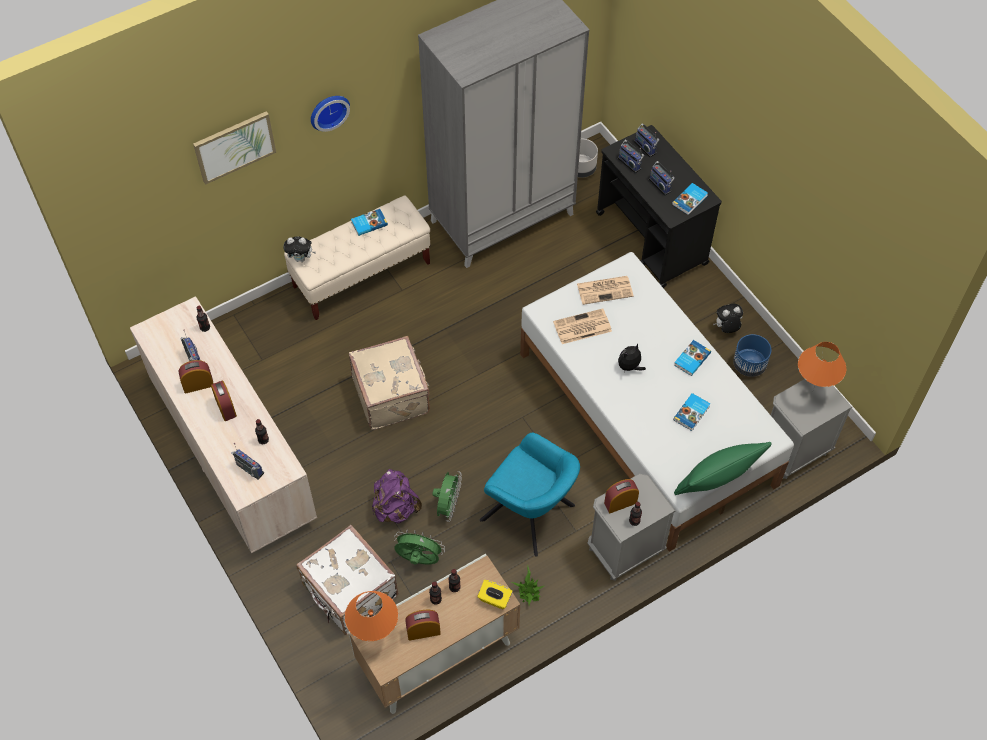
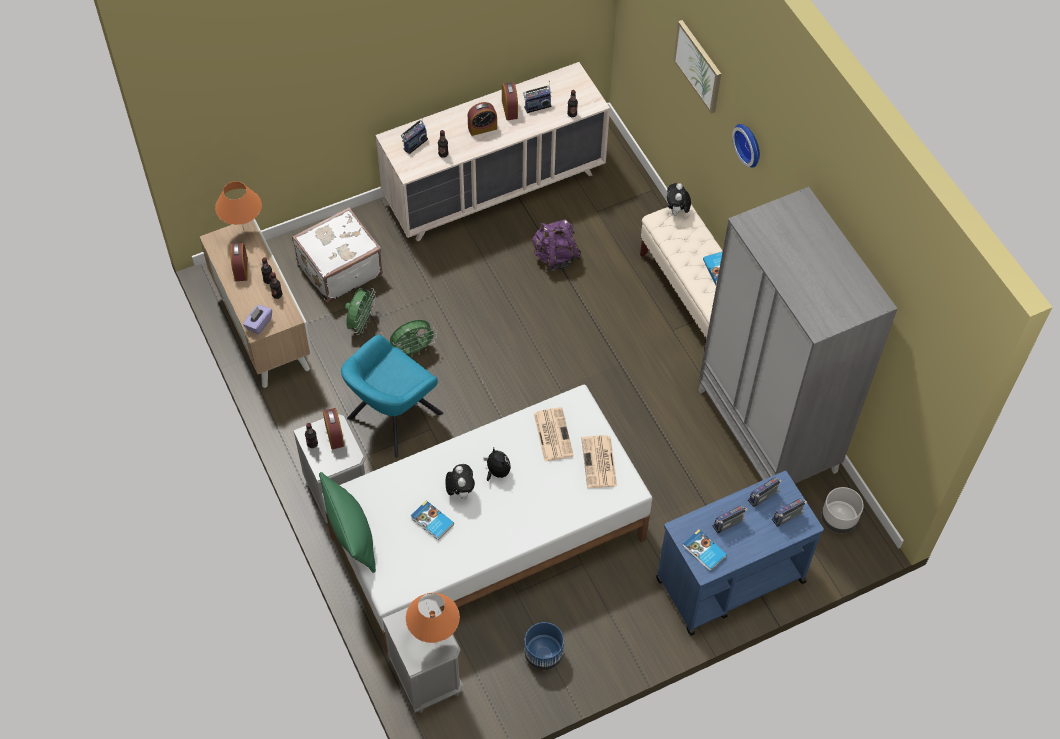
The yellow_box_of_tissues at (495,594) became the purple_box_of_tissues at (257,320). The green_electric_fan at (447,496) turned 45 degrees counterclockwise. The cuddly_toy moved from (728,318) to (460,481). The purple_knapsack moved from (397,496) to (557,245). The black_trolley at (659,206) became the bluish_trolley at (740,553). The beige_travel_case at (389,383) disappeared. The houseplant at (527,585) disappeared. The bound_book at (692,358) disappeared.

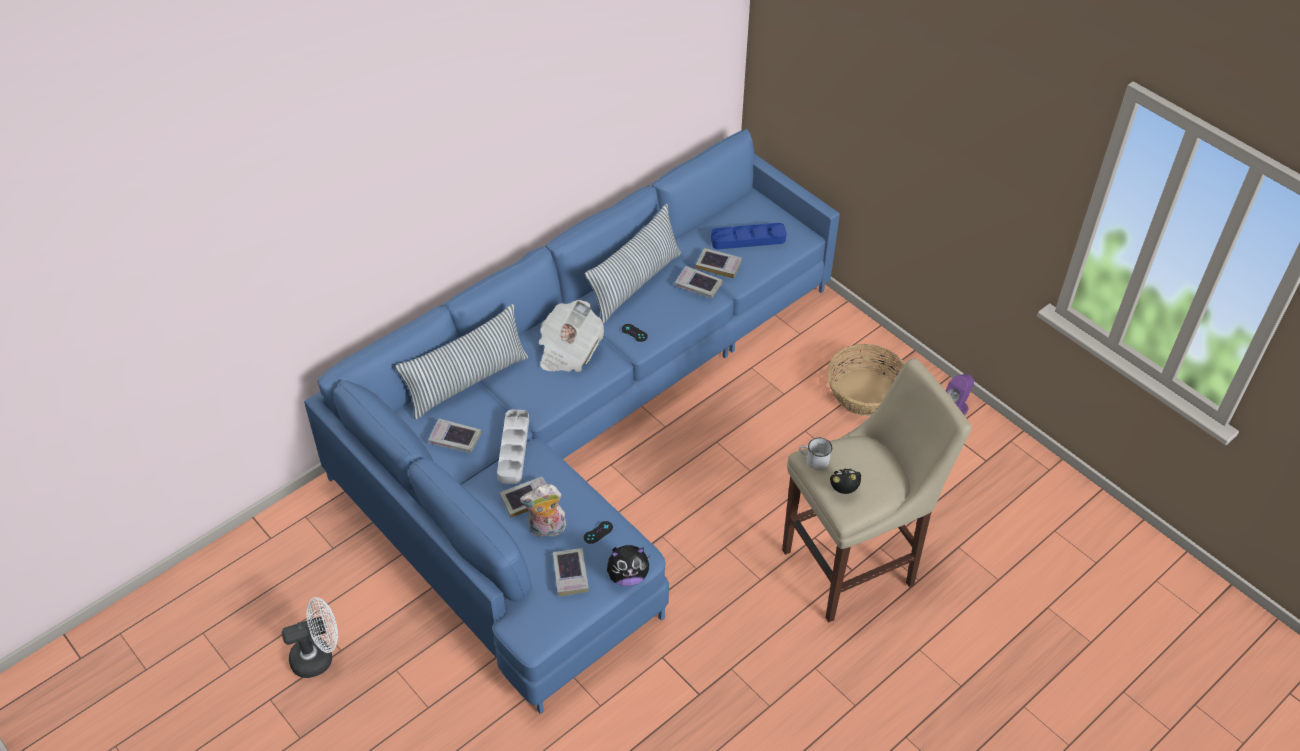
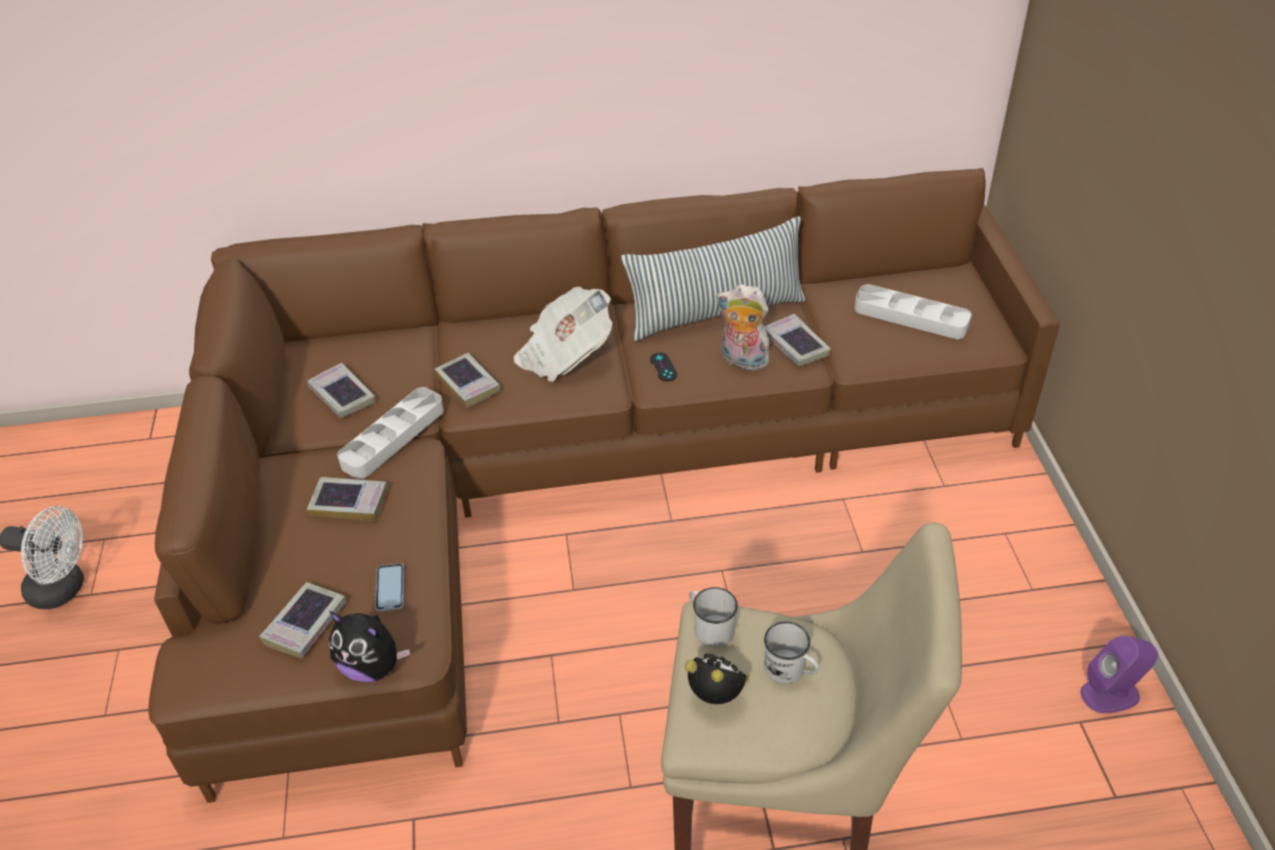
The bluish_couch at (572,421) became the brown_couch at (604,485). The black_gamepad at (598,532) was replaced by the phone at (389,587). The bound_book moved from (719,263) to (468,380). The cuddly_toy moved from (543,510) to (744,327). The whitish_coffee_mug at (791,652) appeared. The bluish_tray at (748,236) became the grey_tray at (913,311). The pillow at (461,362) disappeared. The basket at (866,380) disappeared.

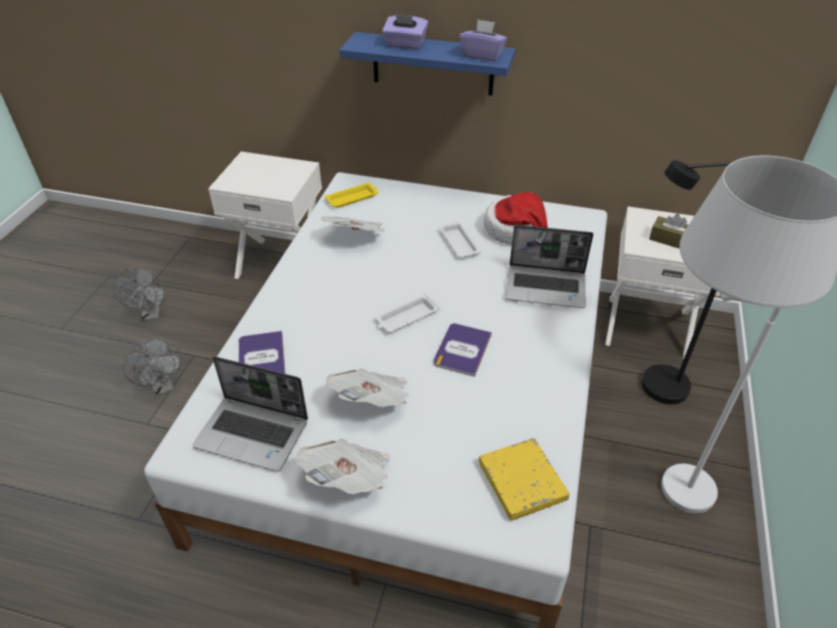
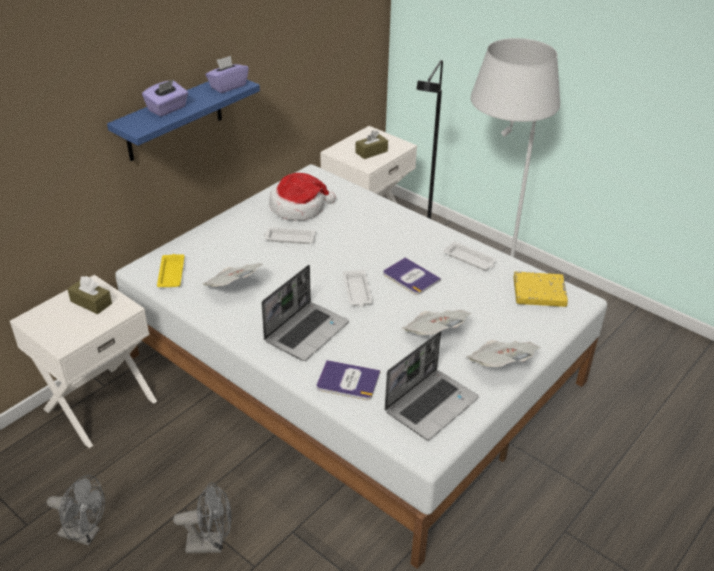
The brown_box_of_tissues at (89,295) appeared. The notebook_computer moved from (549,266) to (305,313). The whitish_tray at (470,255) appeared.

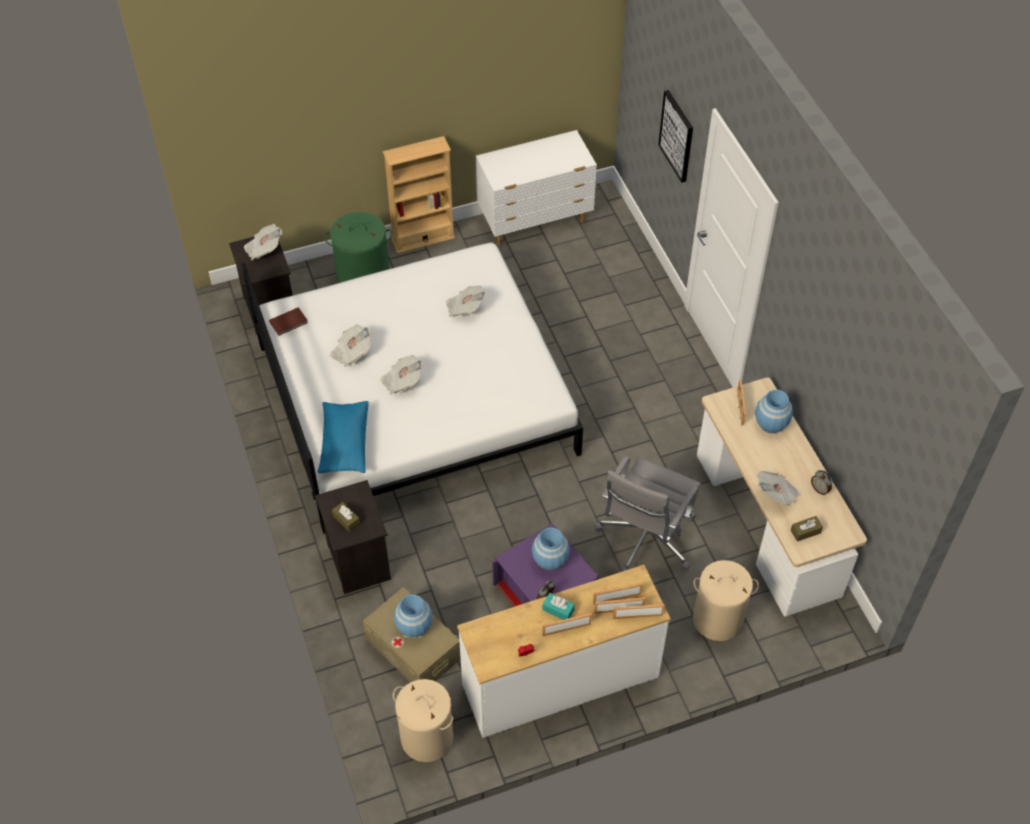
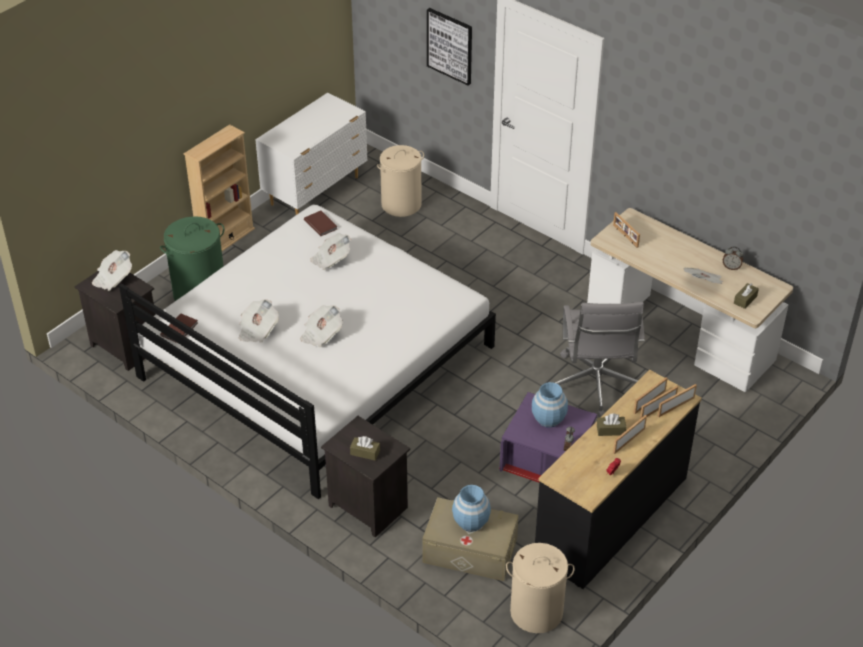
The brown_bound_book at (321,223) appeared. The beige_laundry_basket moved from (726,600) to (400,181). The whitish_chest_of_drawers at (564,651) became the black_chest_of_drawers at (618,479). The blue-green_box_of_tissues at (559,606) became the brown_box_of_tissues at (611,424). The bluish_pillow at (343,437) disappeared. The bluish_decorative_vase at (774,411) disappeared.

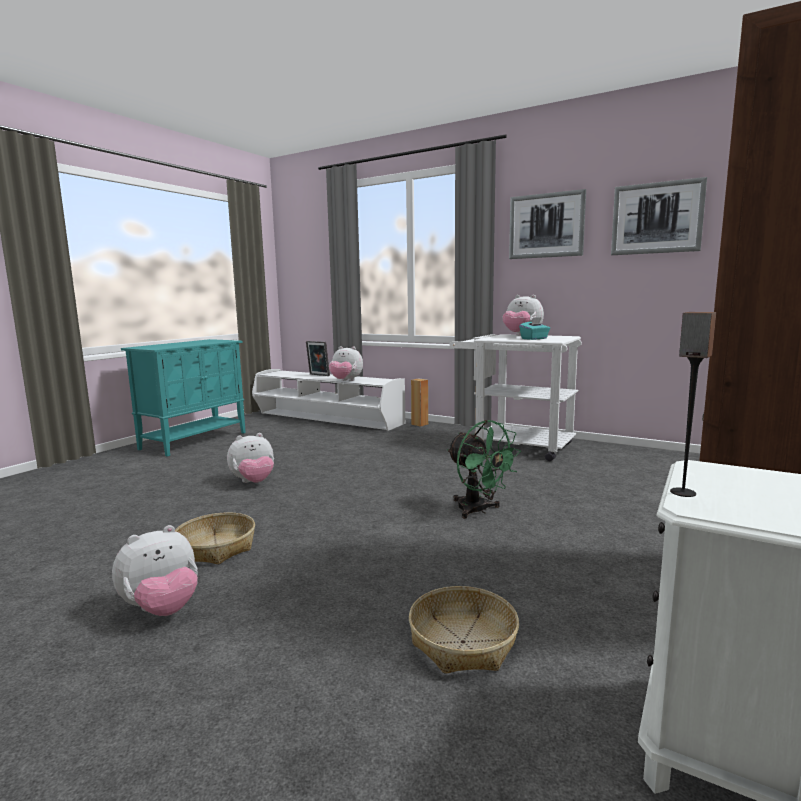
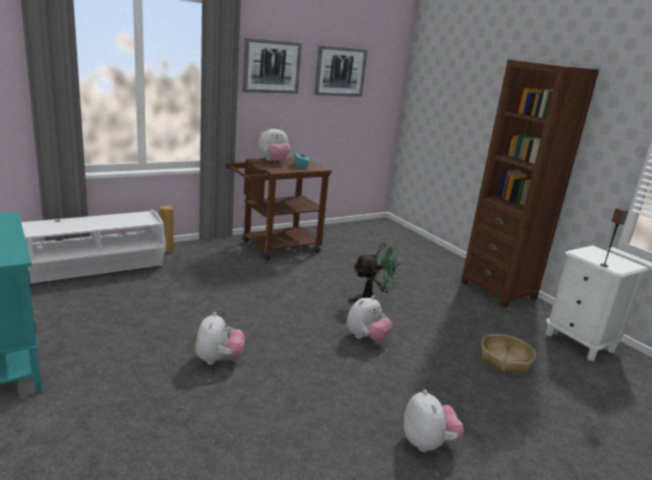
The whitish_trolley at (515,397) became the brown_trolley at (278,209). The cuddly_toy moved from (346,363) to (370,318). The basket at (215,538) disappeared. The standing_frame at (318,358) disappeared.

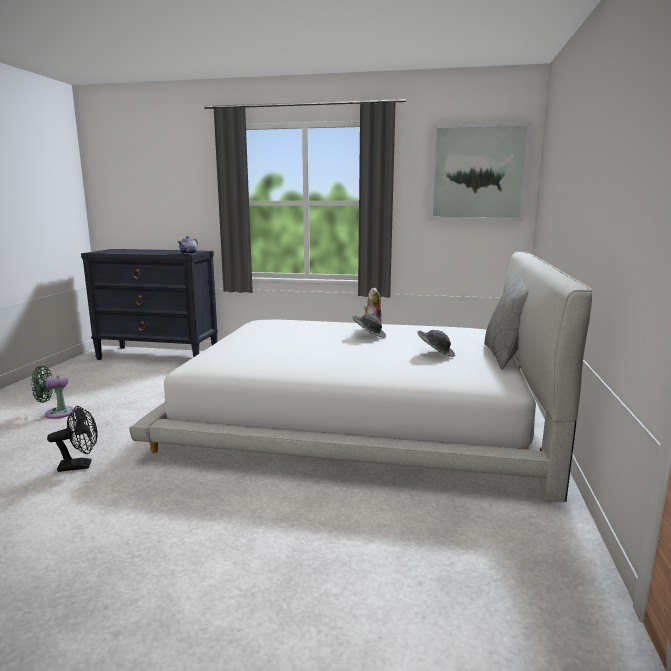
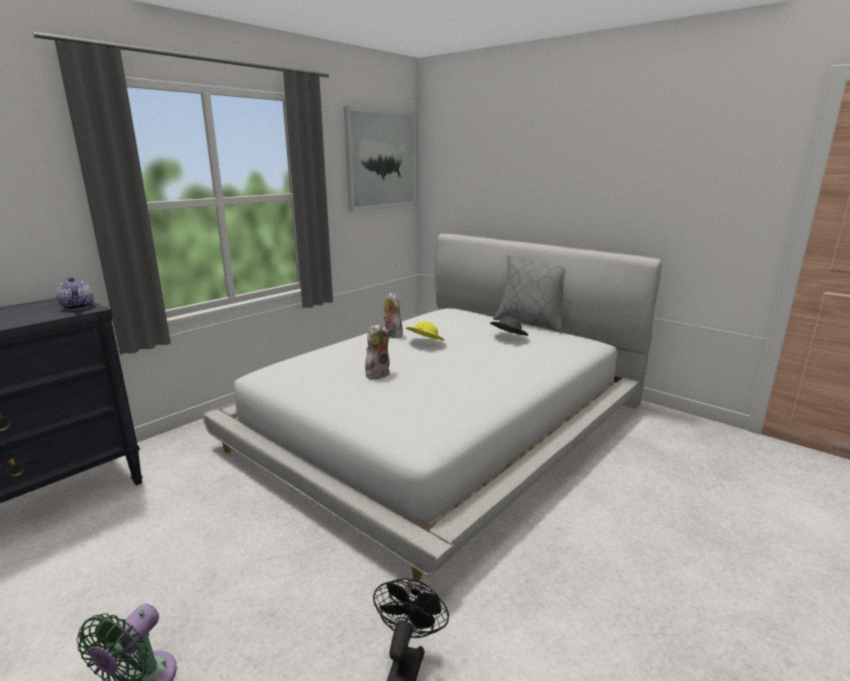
The cuddly_toy at (377,351) appeared. The grey_wearable_hat at (369,326) became the yellow_wearable_hat at (425,330).

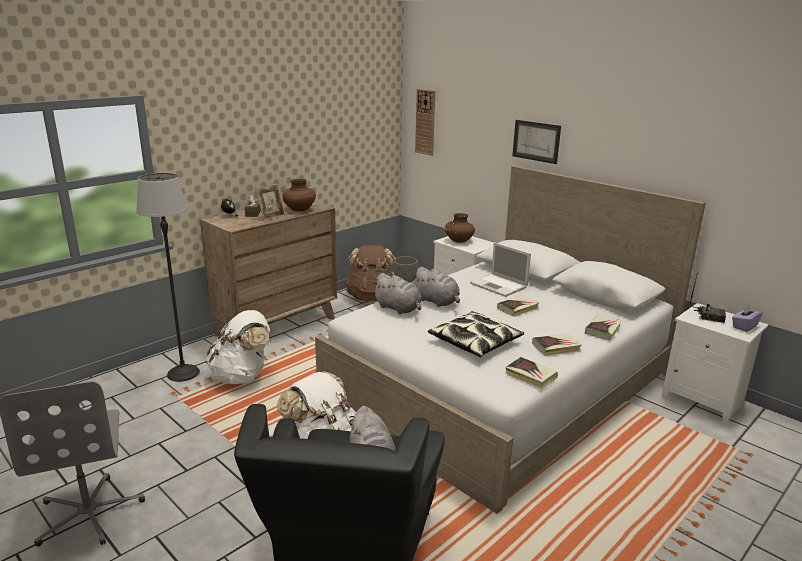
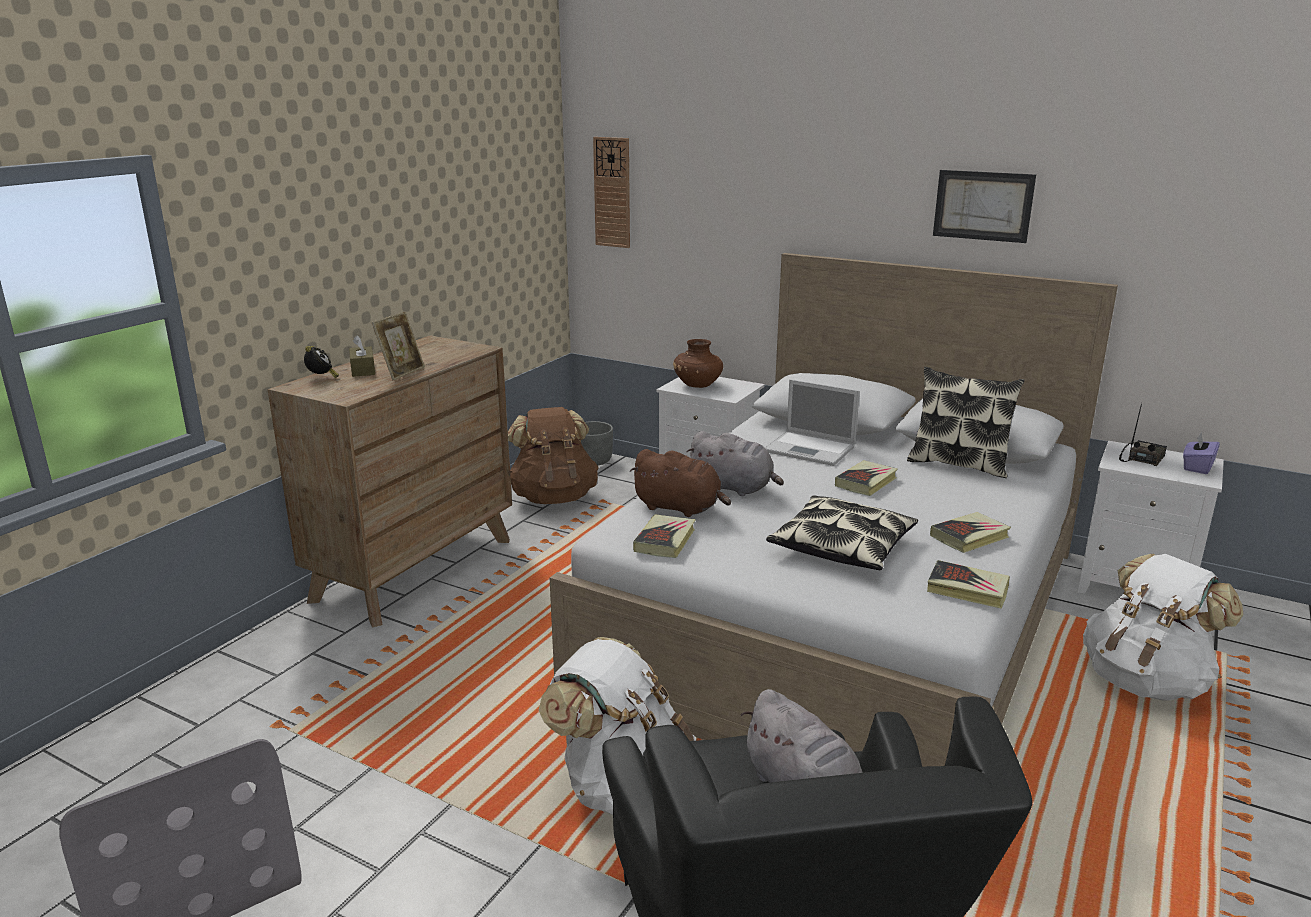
The grey_cuddly_toy at (397,293) became the brown_cuddly_toy at (680,483). The bound_book moved from (603,327) to (664,536). The pillow at (965,422) appeared. The picture moved from (536,142) to (984,206). The whitish_knapsack moved from (238,347) to (1163,627). The radio_receiver at (708,297) turned 60 degrees counterclockwise. The standard_lamp at (168,277) disappeared. The brown_decorative_vase at (299,195) disappeared.

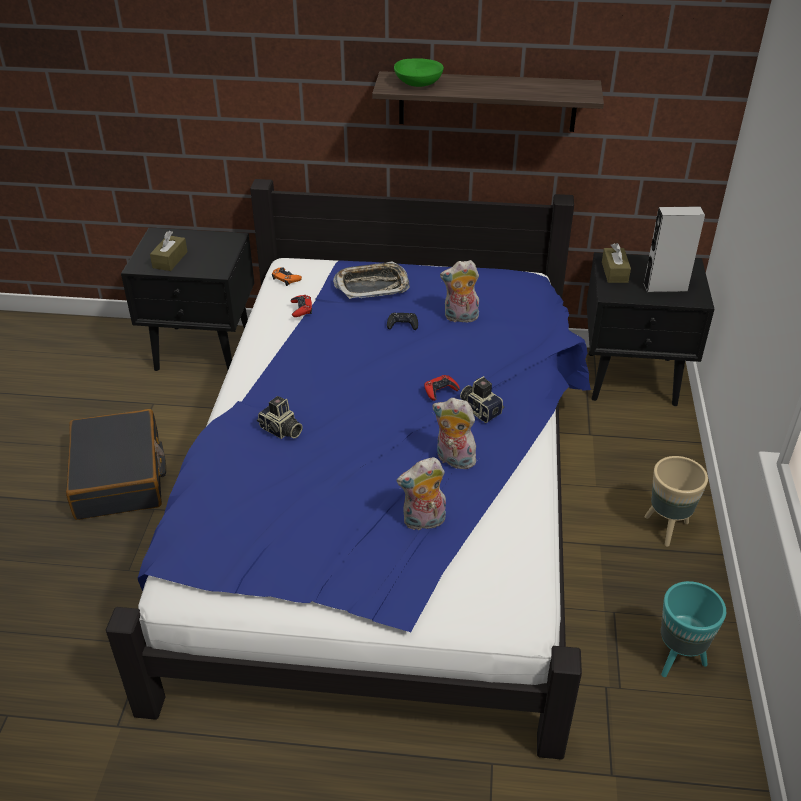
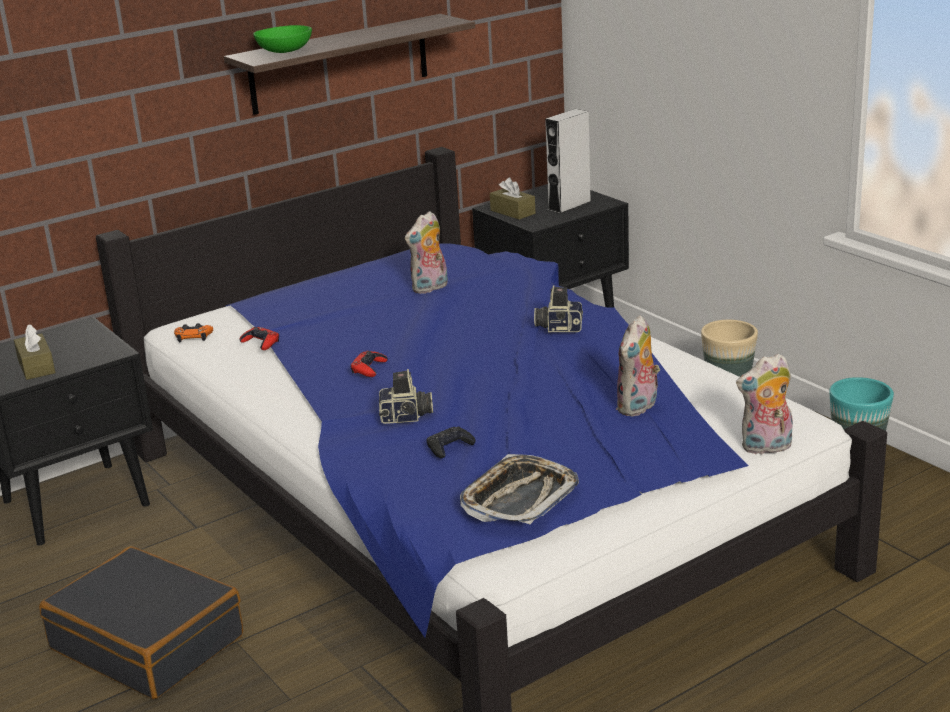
The reddish_gamepad moved from (442,388) to (369,364). The black_gamepad moved from (402,321) to (451,442). The tray moved from (371,280) to (519,489). The cuddly_toy moved from (454,434) to (764,404).

